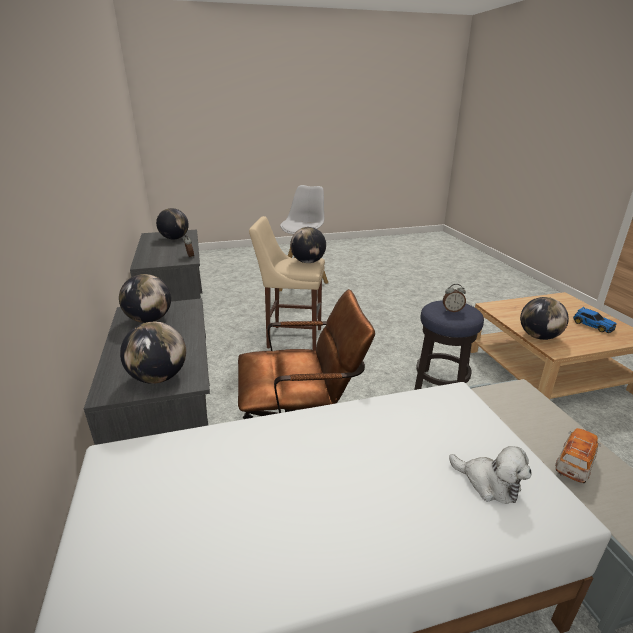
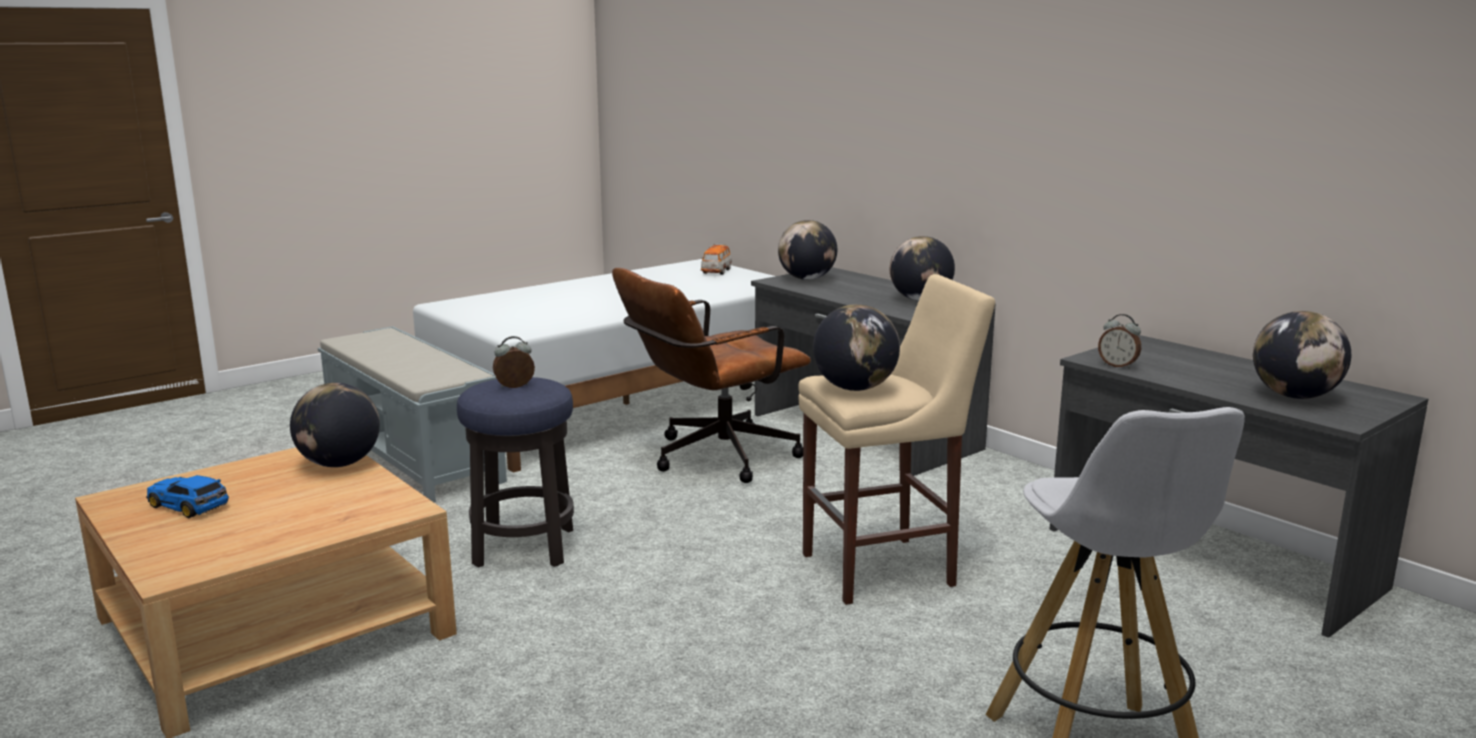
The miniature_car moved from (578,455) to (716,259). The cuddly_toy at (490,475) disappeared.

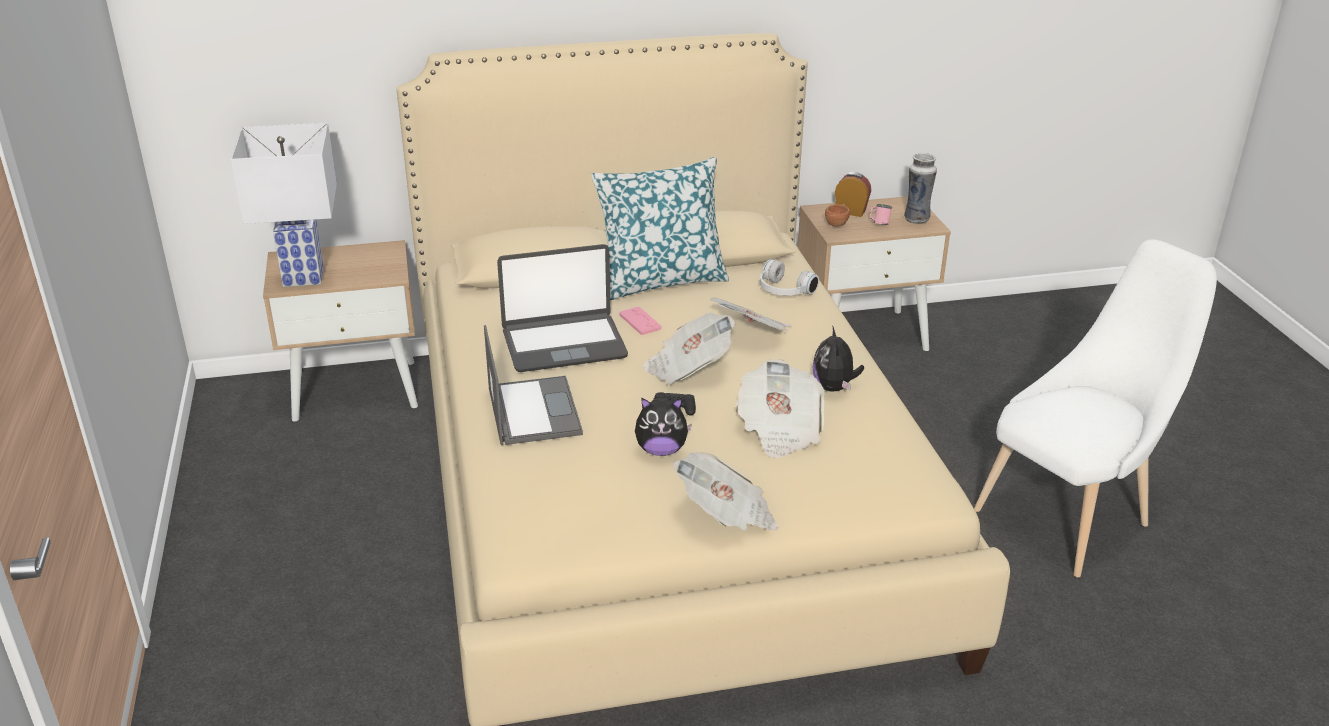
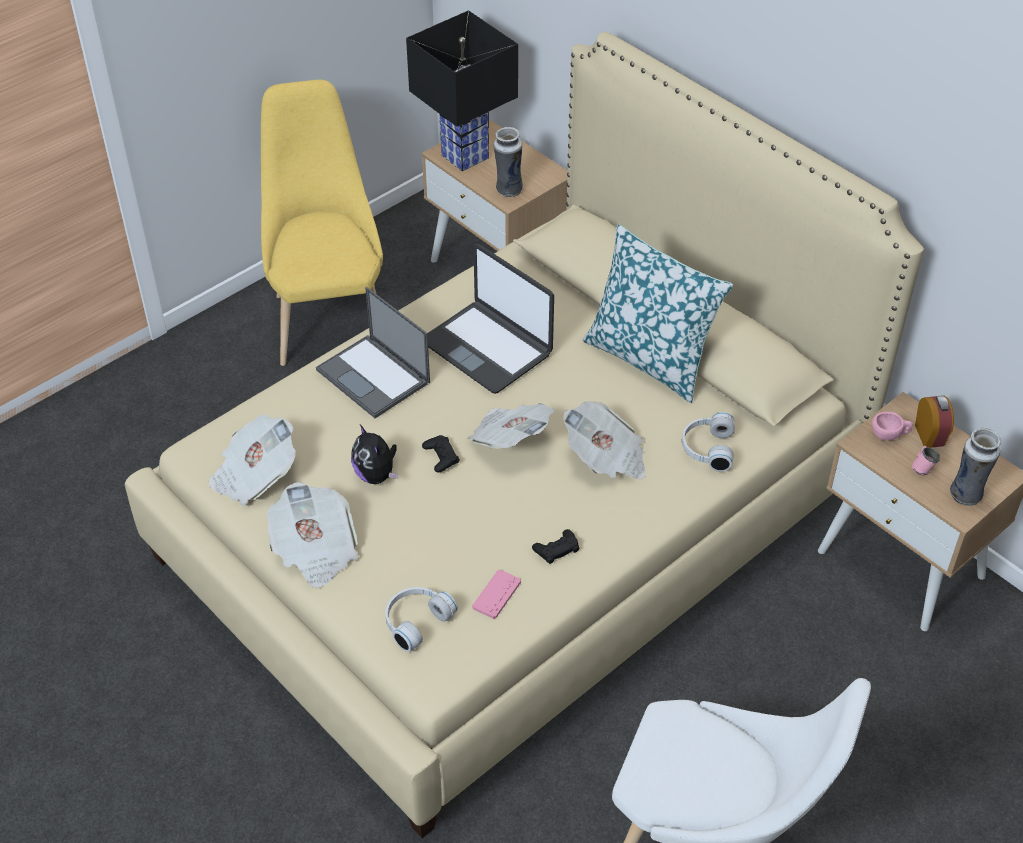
The daily_paper moved from (780,408) to (252,460). The yellow_chair at (322,223) appeared. The notebook_computer at (533,385) turned 90 degrees clockwise. The whitish_headset at (421,619) appeared. The whitish_table_lamp at (284,205) became the black_table_lamp at (462,90). The pink_gamepad moved from (640,321) to (496,594). The decorative_vase at (508,162) appeared. The cuddly_toy at (838,359) was replaced by the black_gamepad at (555,546). The brown_small_cup at (837,215) became the pink_small_cup at (892,426).

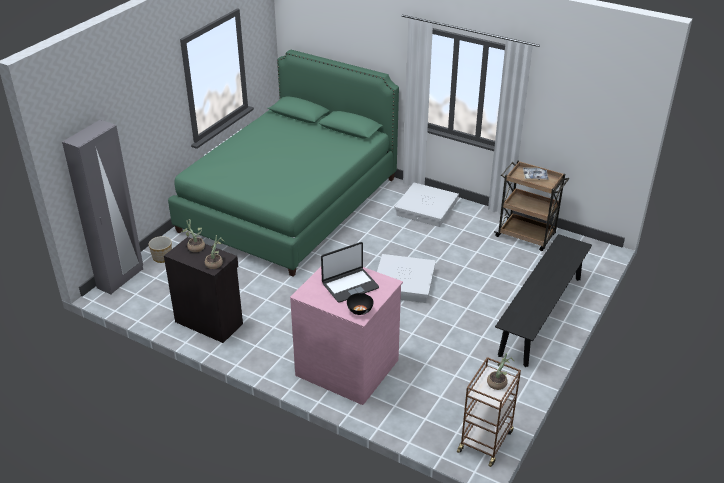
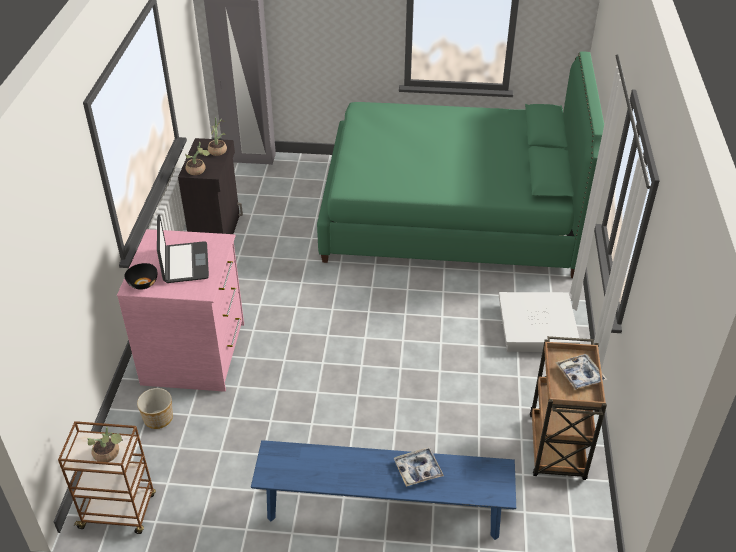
The plant_pot moved from (160,249) to (155,408). The notebook_computer at (350,272) turned 135 degrees counterclockwise. The black_long_seat at (543,300) became the bluish_long_seat at (383,490). The tray at (419,467) appeared. The whitish_storage_bin at (406,278) disappeared.

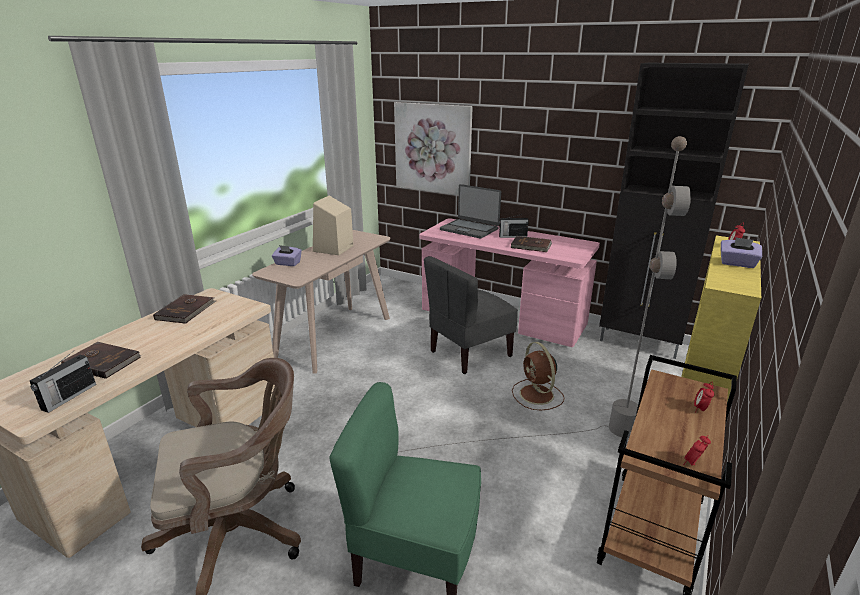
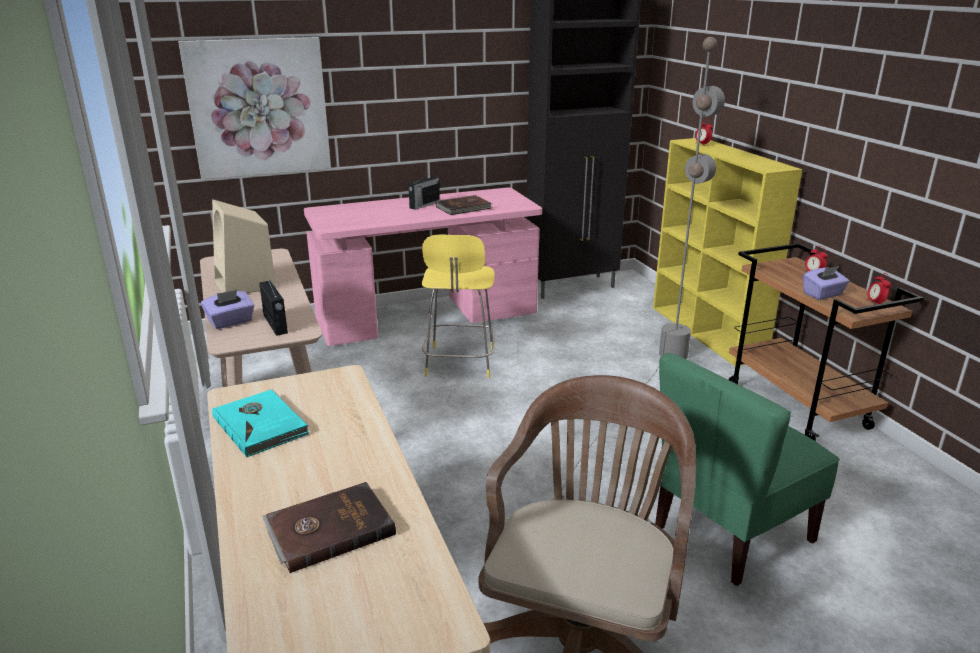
The brown_bound_book at (184,309) became the blue-green_bound_book at (260,423). The radio_receiver moved from (63,381) to (273,306). The grey_chair at (471,315) was replaced by the yellow_stool at (458,306). The purple_box_of_tissues moved from (741,252) to (826,283). The notebook_computer at (470,211) disappeared. The brown_electric_fan at (538,376) disappeared.

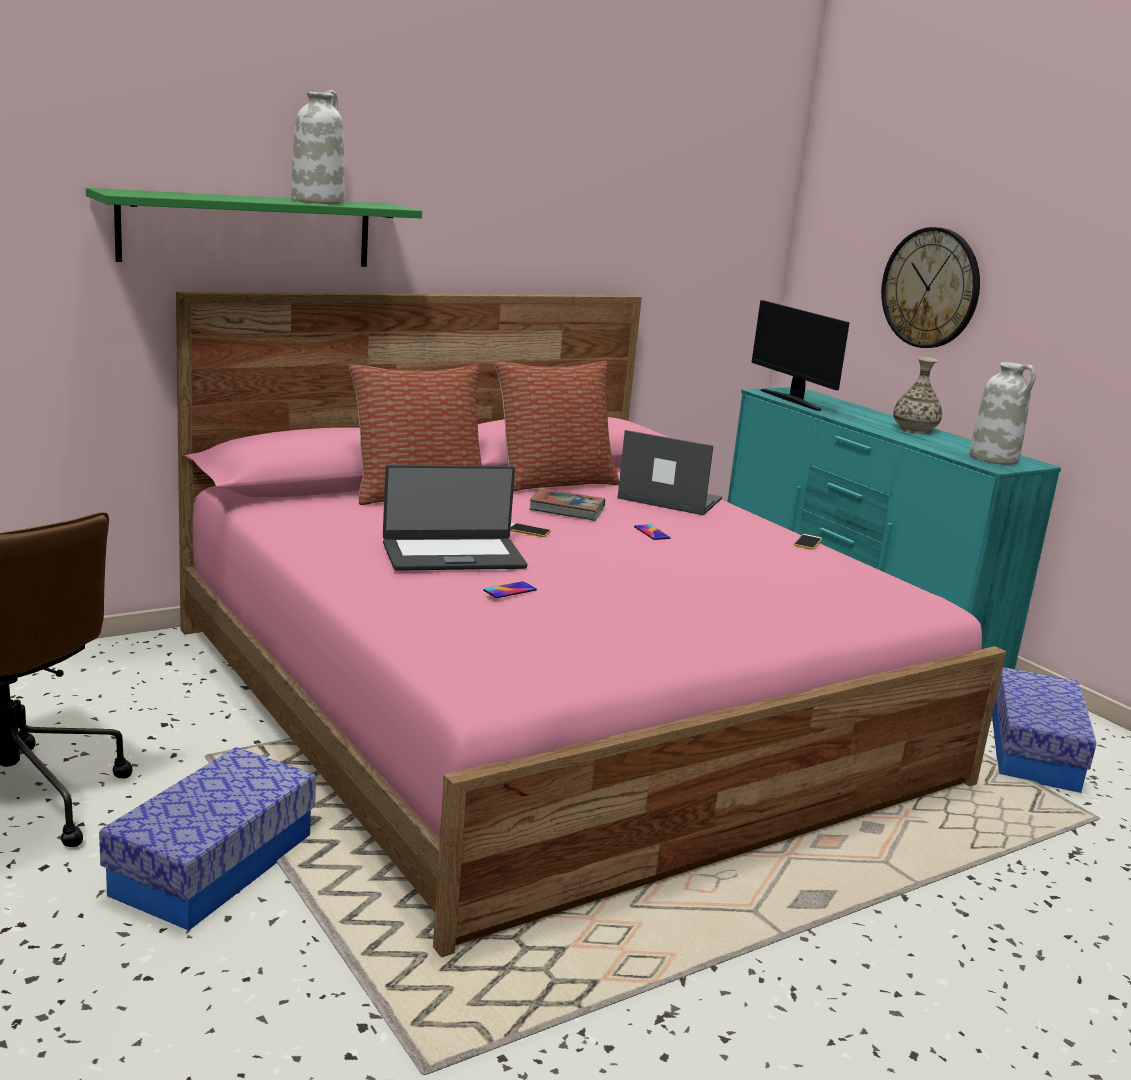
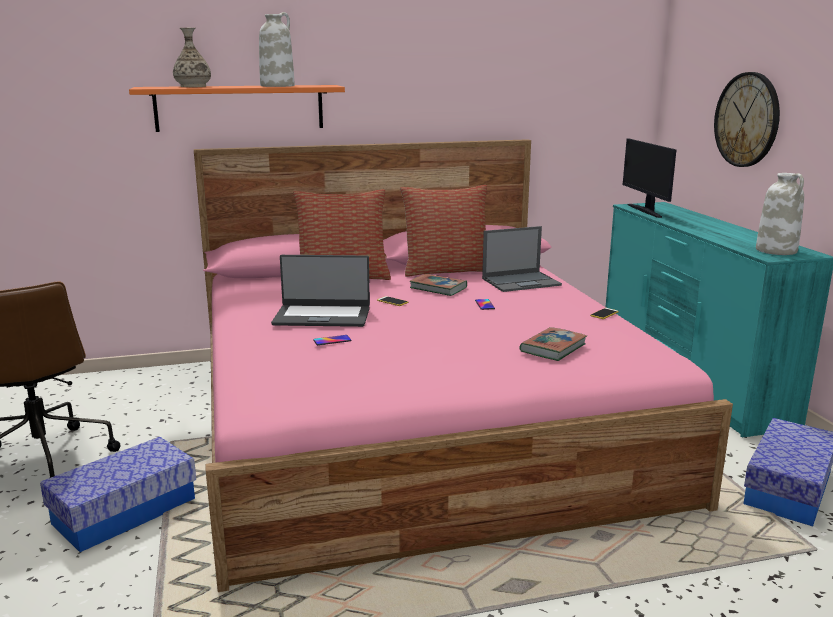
The green_shelf at (254,227) became the orange_shelf at (237,108). The decorative_vase moved from (917,395) to (192,57). The notebook_computer at (669,472) turned 120 degrees clockwise. The bound_book at (553,344) appeared.

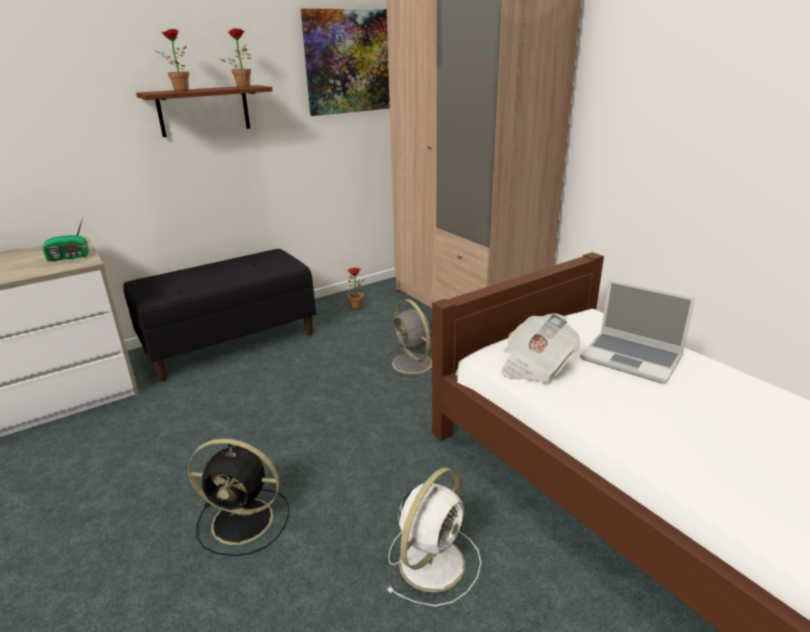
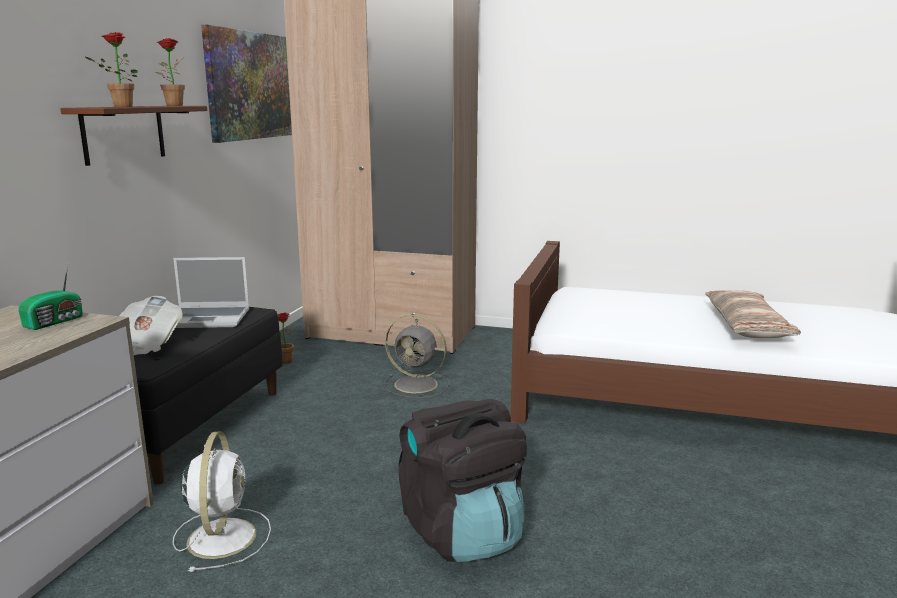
The daily_paper moved from (540,348) to (151,325). The notebook_computer moved from (637,331) to (211,292). The whitish_electric_fan moved from (433,537) to (222,502). The black_electric_fan at (238,497) was replaced by the black_knapsack at (462,480). The pillow at (753,314) appeared.

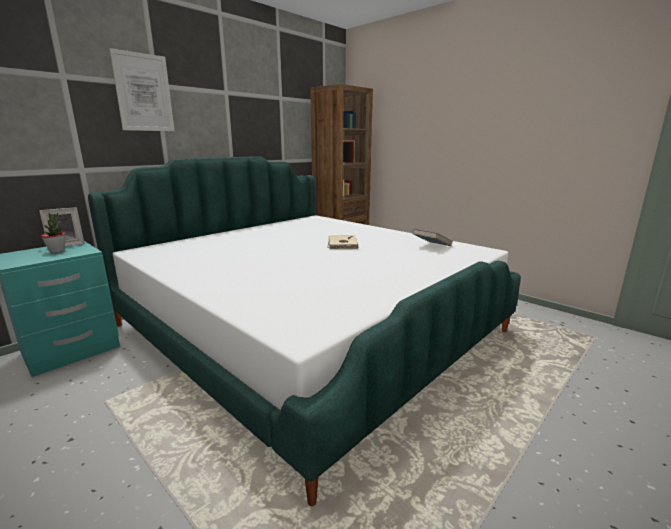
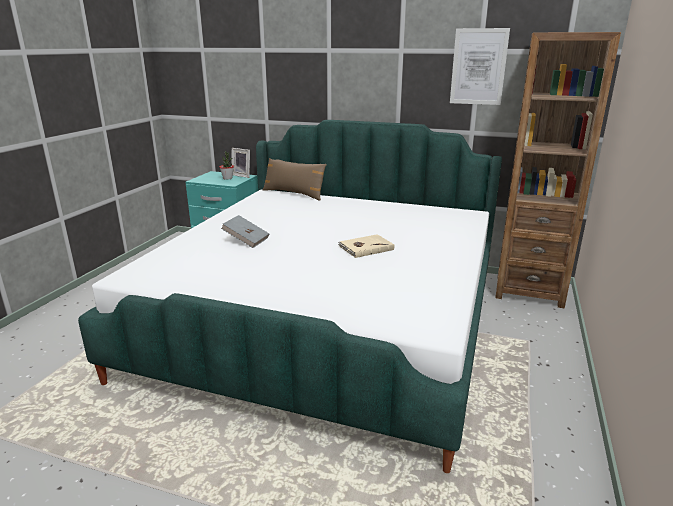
The grey_bound_book moved from (432,237) to (245,231). The brown_pillow at (295,179) appeared. The picture moved from (141,89) to (480,66).

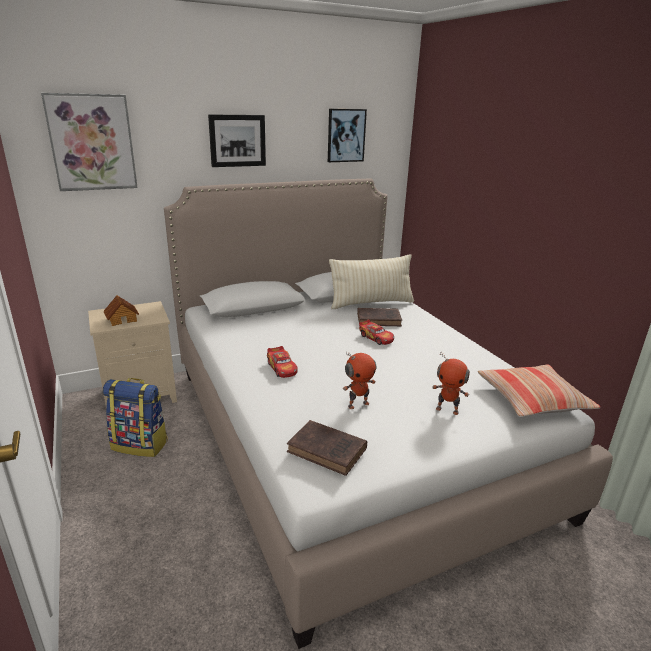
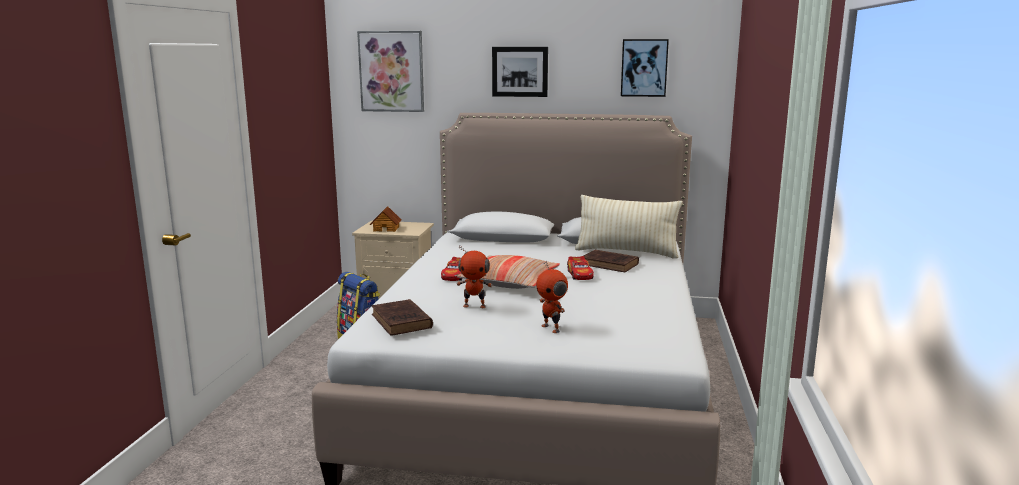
The pillow moved from (539,390) to (508,272).

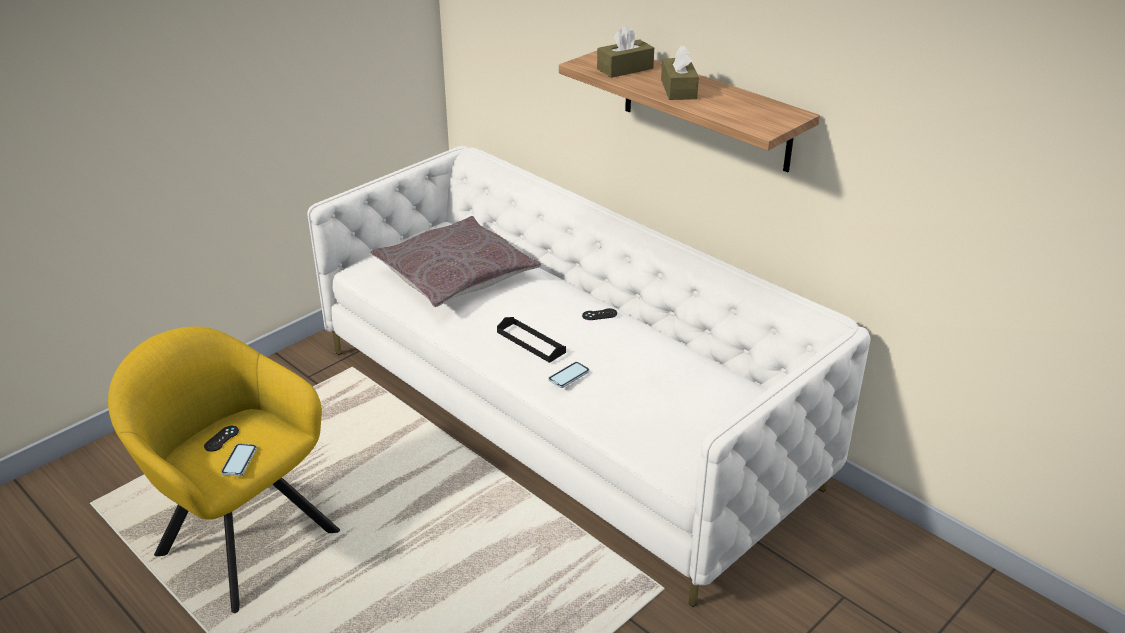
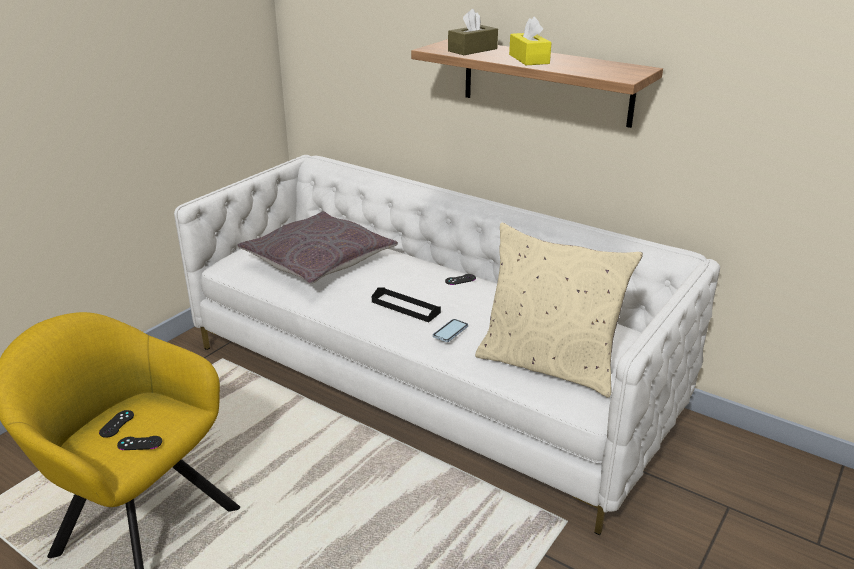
The phone at (239,460) was replaced by the black_gamepad at (139,443). The beige_pillow at (559,310) appeared. The brown_box_of_tissues at (680,73) became the yellow_box_of_tissues at (530,40).

